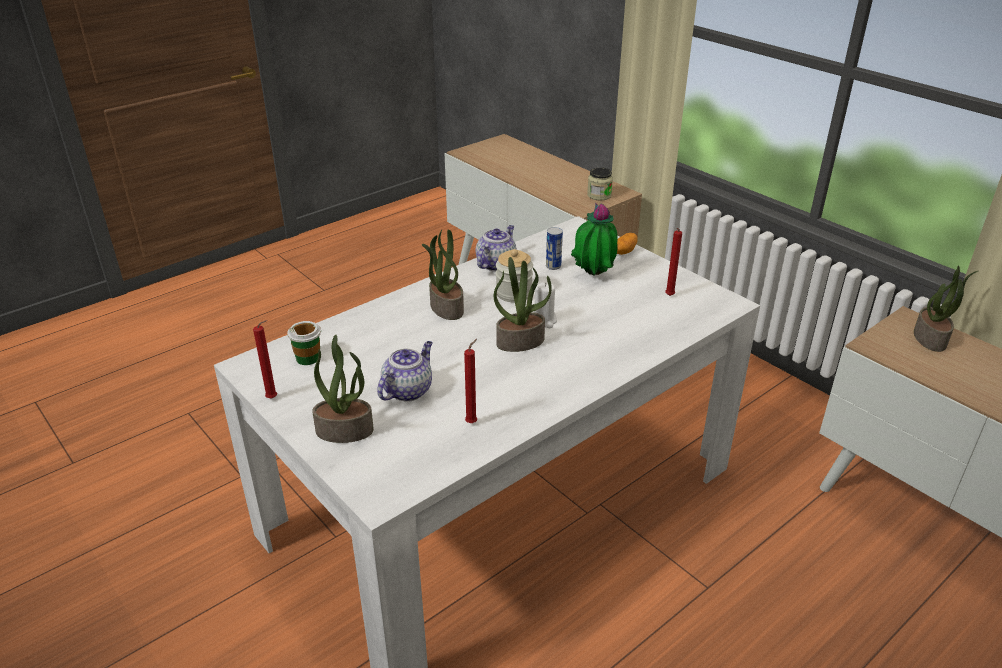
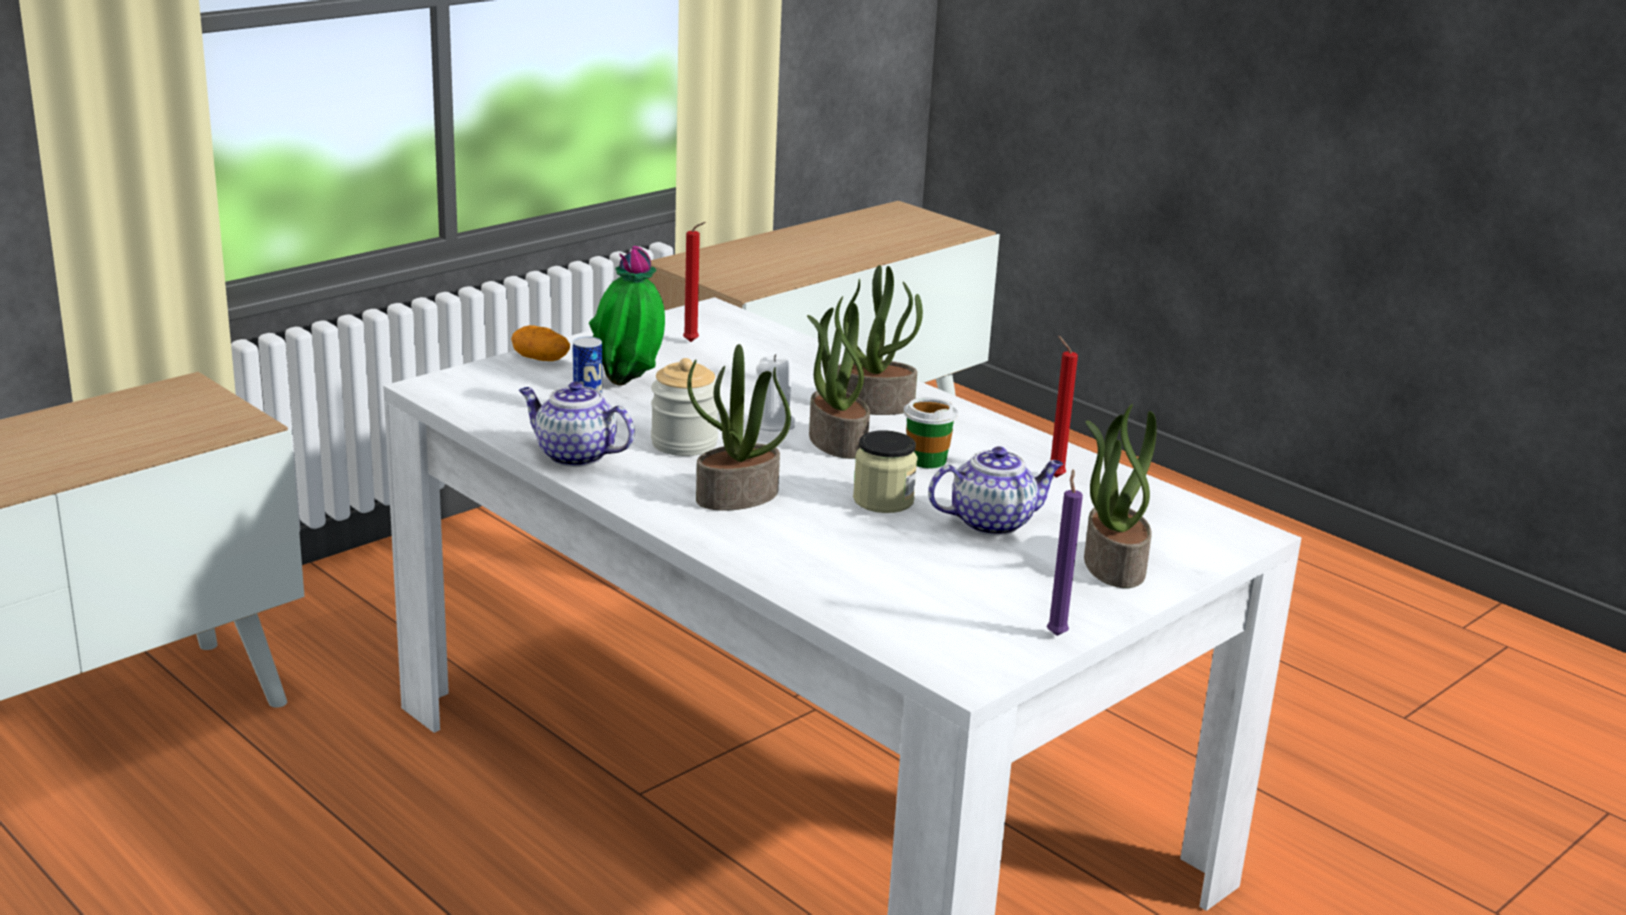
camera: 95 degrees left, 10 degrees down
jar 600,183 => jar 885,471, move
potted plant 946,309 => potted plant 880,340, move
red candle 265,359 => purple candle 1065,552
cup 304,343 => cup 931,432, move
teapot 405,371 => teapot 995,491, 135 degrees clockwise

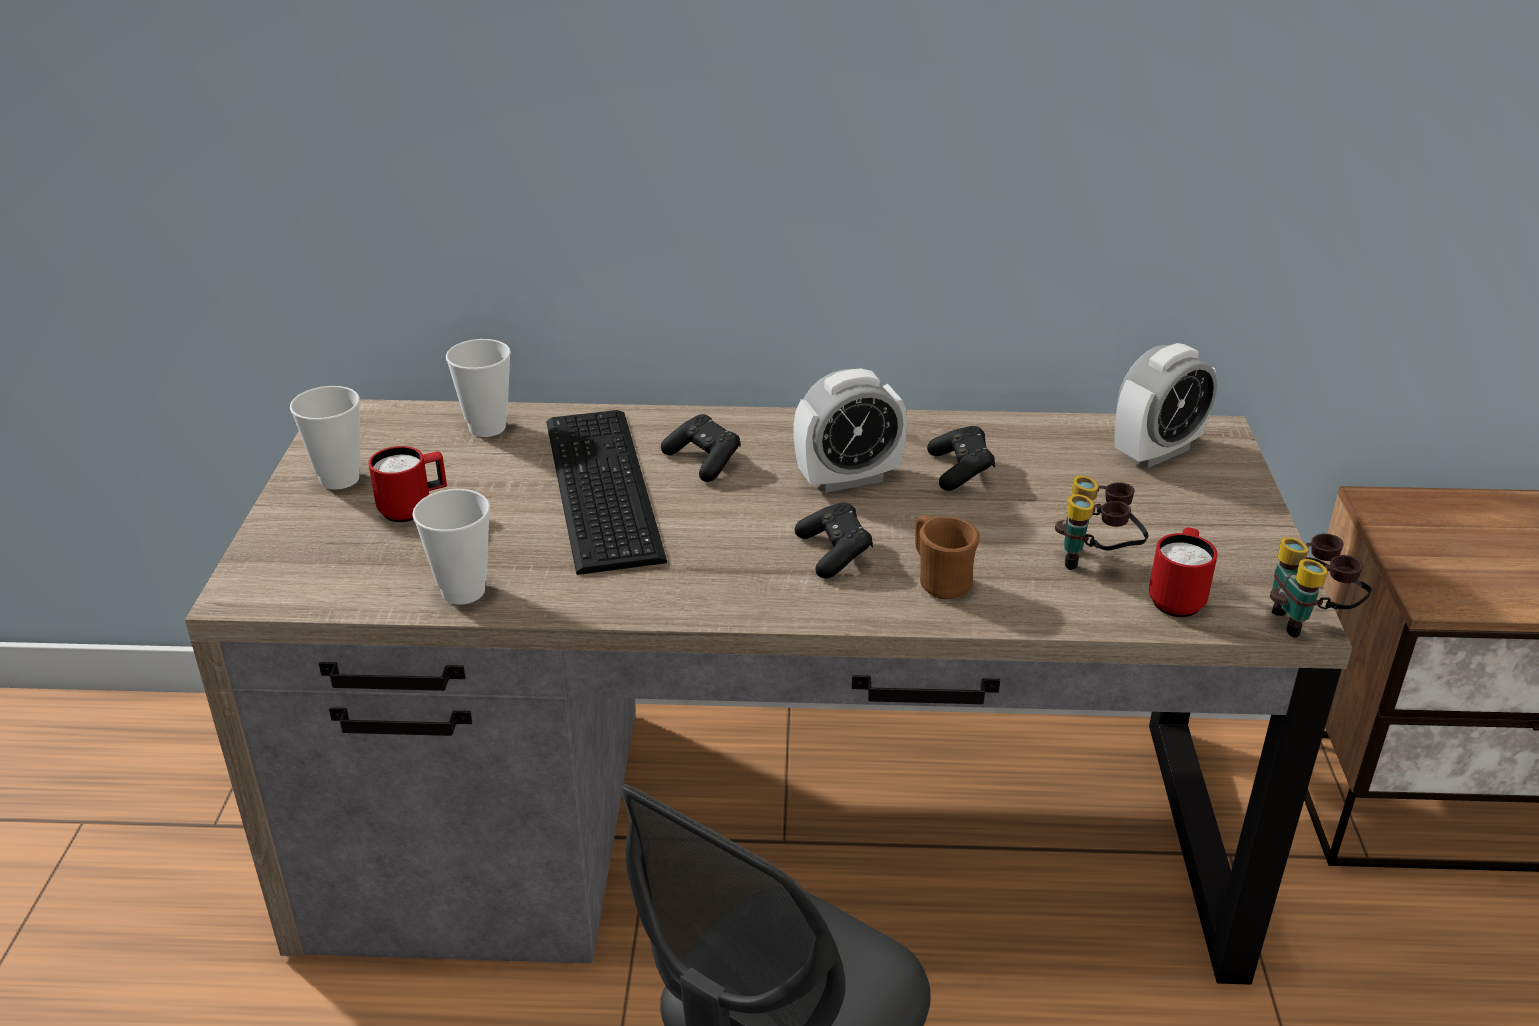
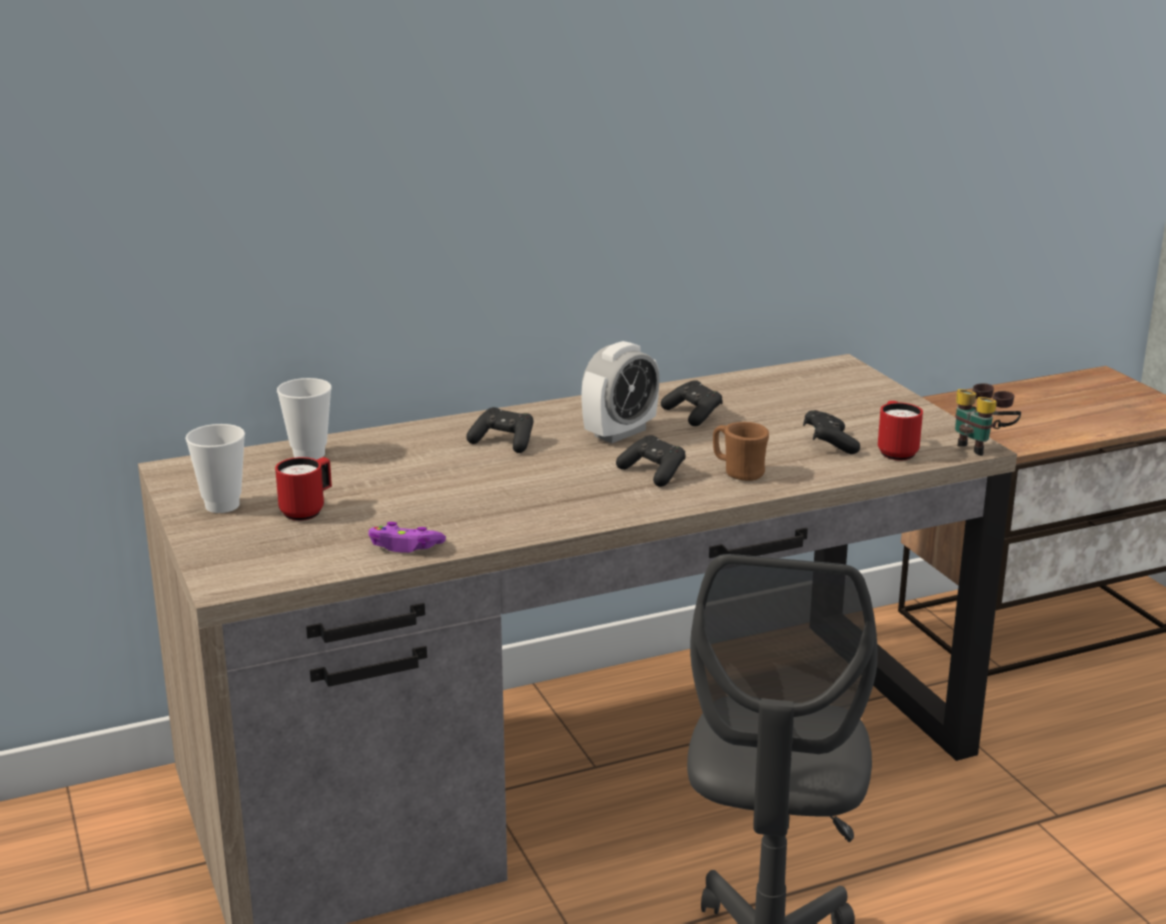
camera: 25 degrees left, 10 degrees down
alarm clock 1165,405 => nothing
keyboard 606,492 => nothing
binoculars 1101,523 => black game controller 831,432
cup 451,547 => purple game controller 407,537

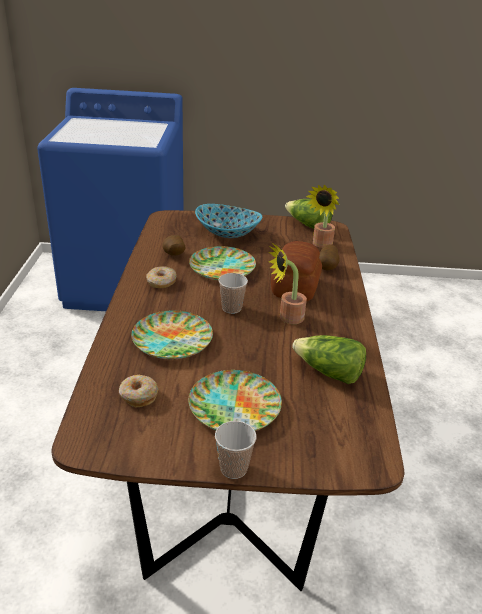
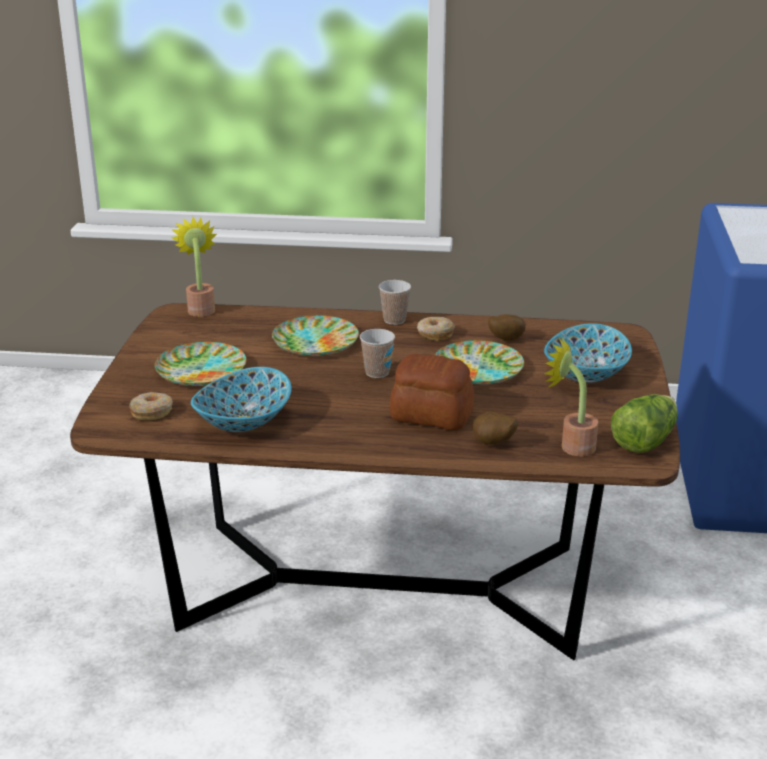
camera: 95 degrees right, 5 degrees down
potted plant 287,283 => potted plant 194,267, move
lettuce 329,359 => bowl 241,399
donut 139,391 => donut 151,406, move
cup 236,450 => cup 395,302, move

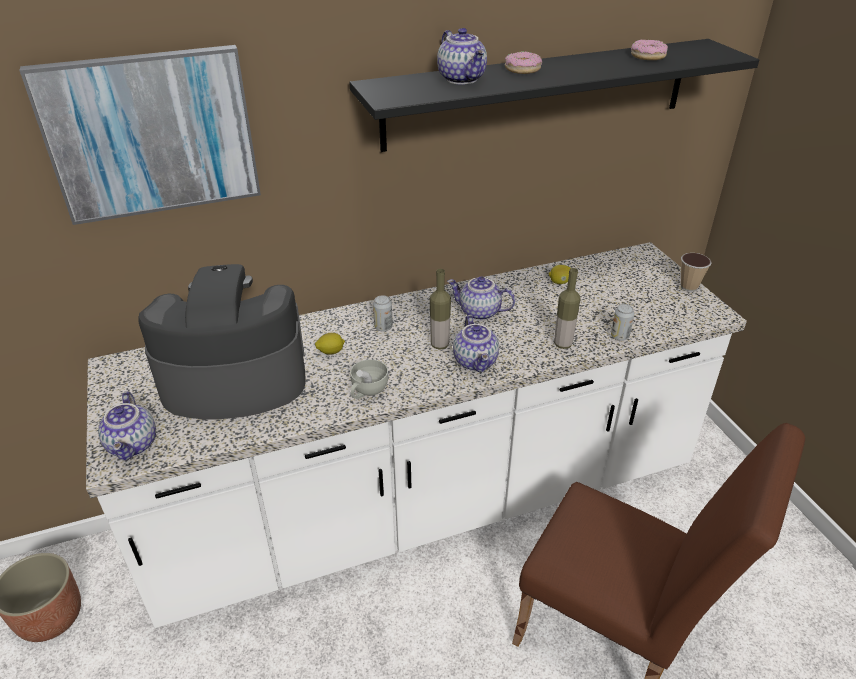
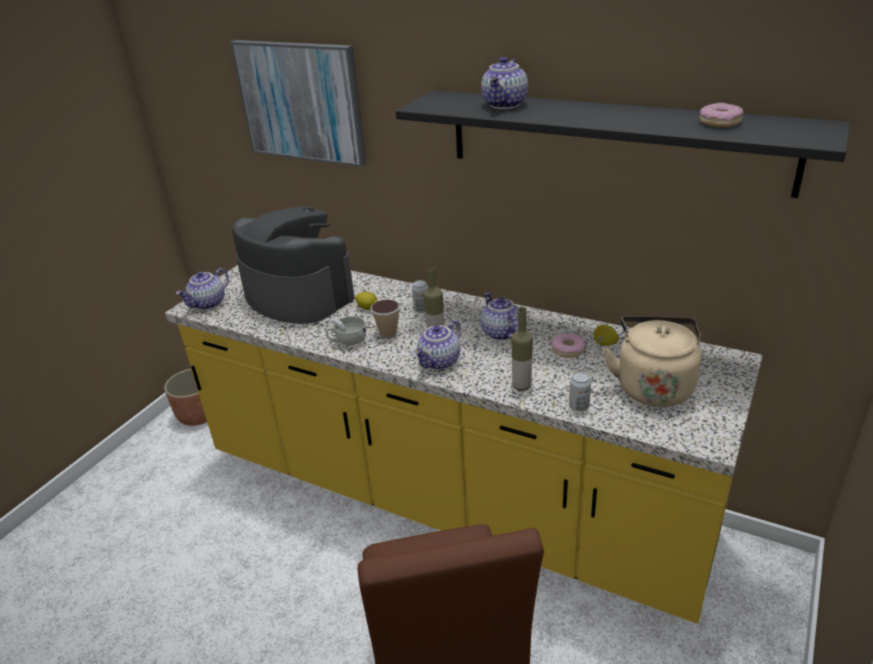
camera: 50 degrees right, 5 degrees down
donut 523,62 => donut 569,345, move
white counter 416,435 => yellow counter 464,444
cup 696,272 => cup 385,318, move
nothing => beige kettle 652,361

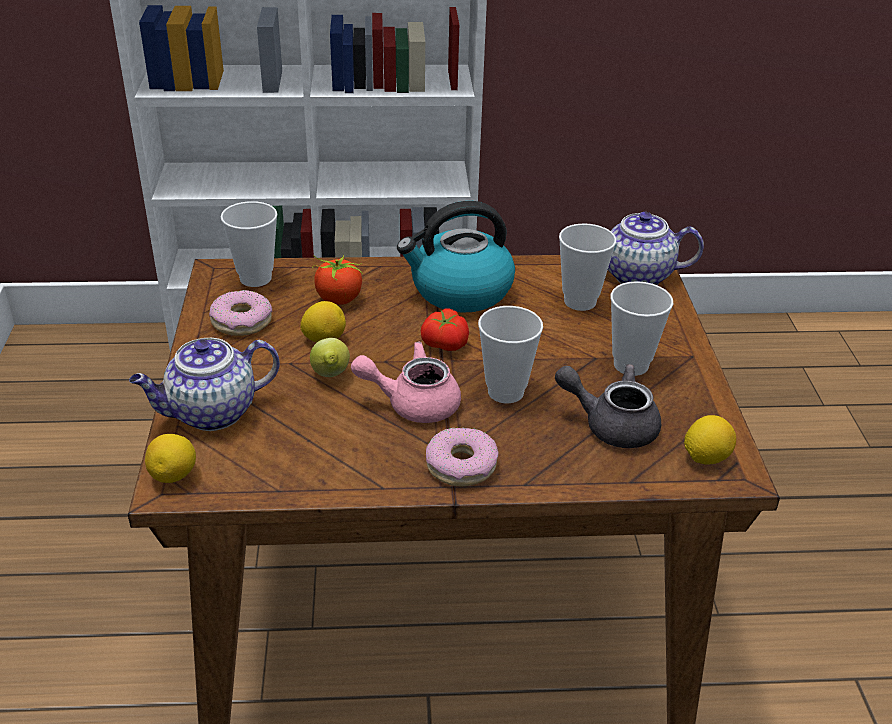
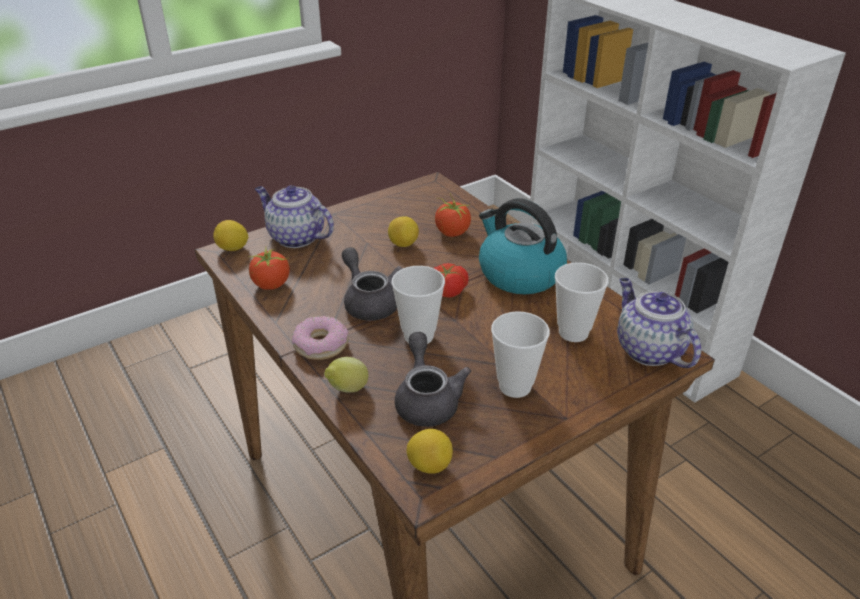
camera: 60 degrees right, 0 degrees up
cup 249,244 => nothing
donut 240,313 => nothing
lemon 330,357 => lemon 346,375, move
pink teapot 406,382 => grey teapot 372,284
nothing => tomato 269,269

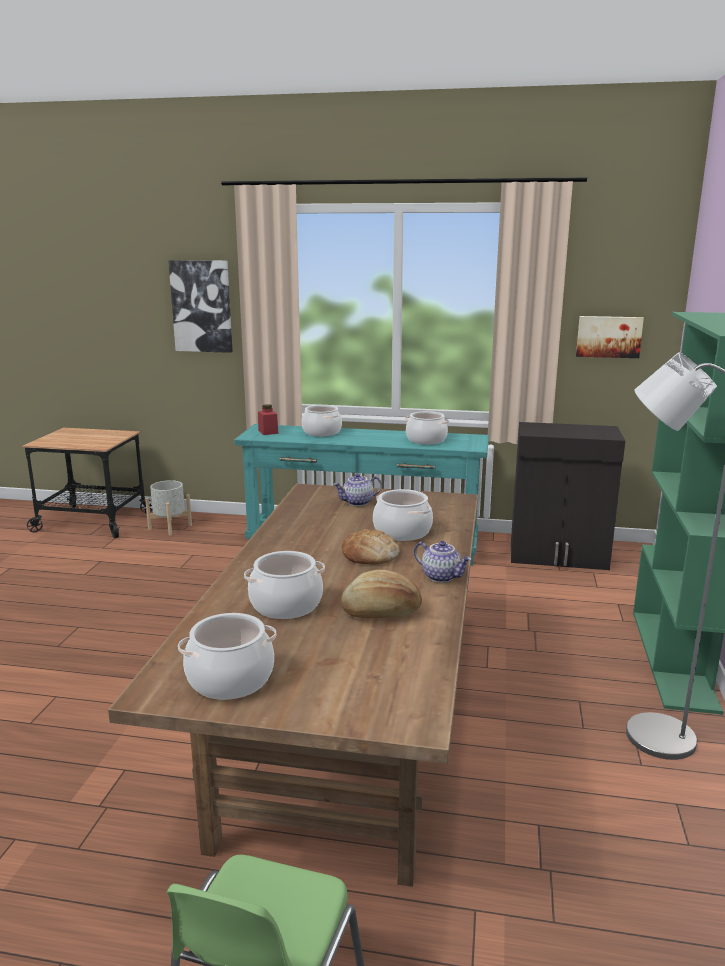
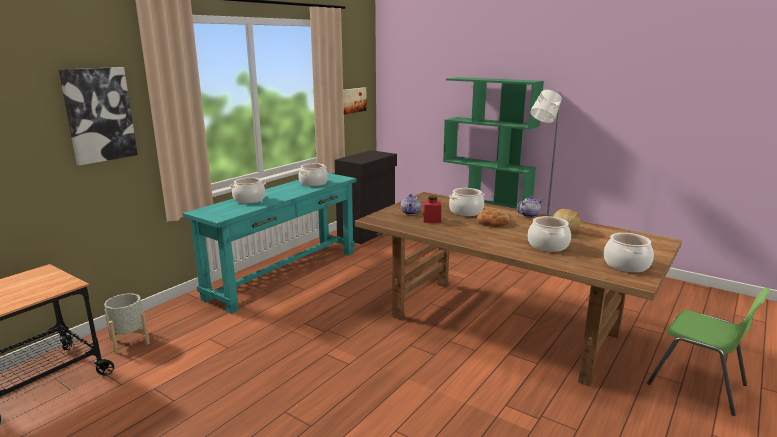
camera: 65 degrees left, 0 degrees up
red jar 268,419 => red jar 432,209, move

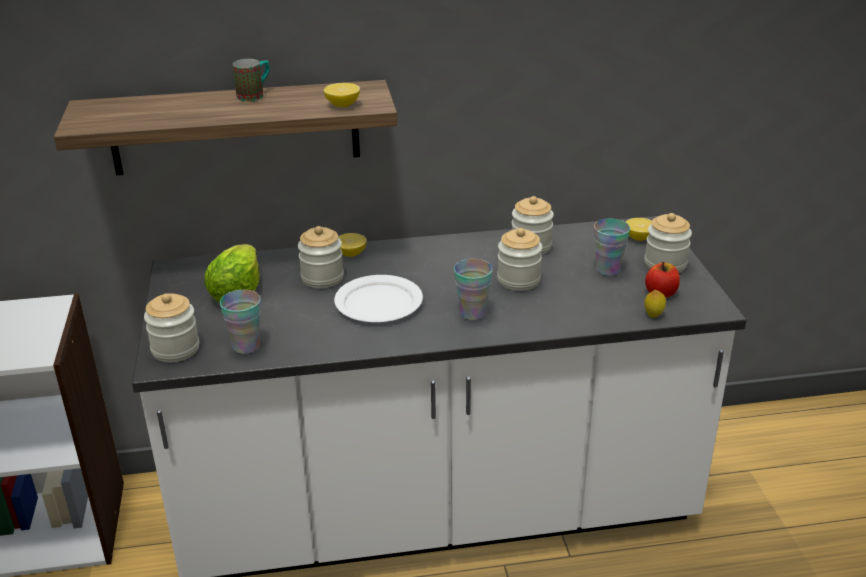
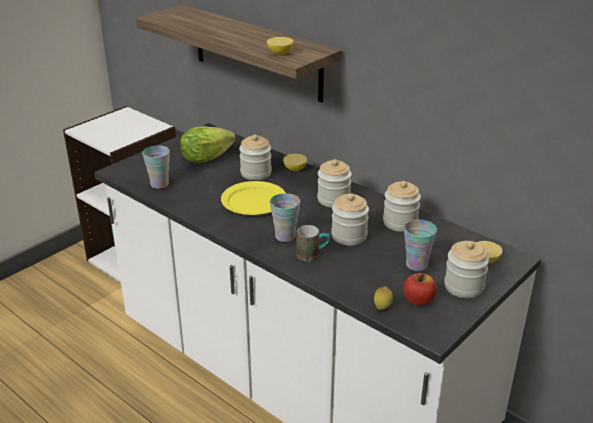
camera: 50 degrees right, 0 degrees up
mug 251,80 => mug 313,243, move
white plate 378,298 => yellow plate 253,198
jar 171,327 => jar 334,183, move

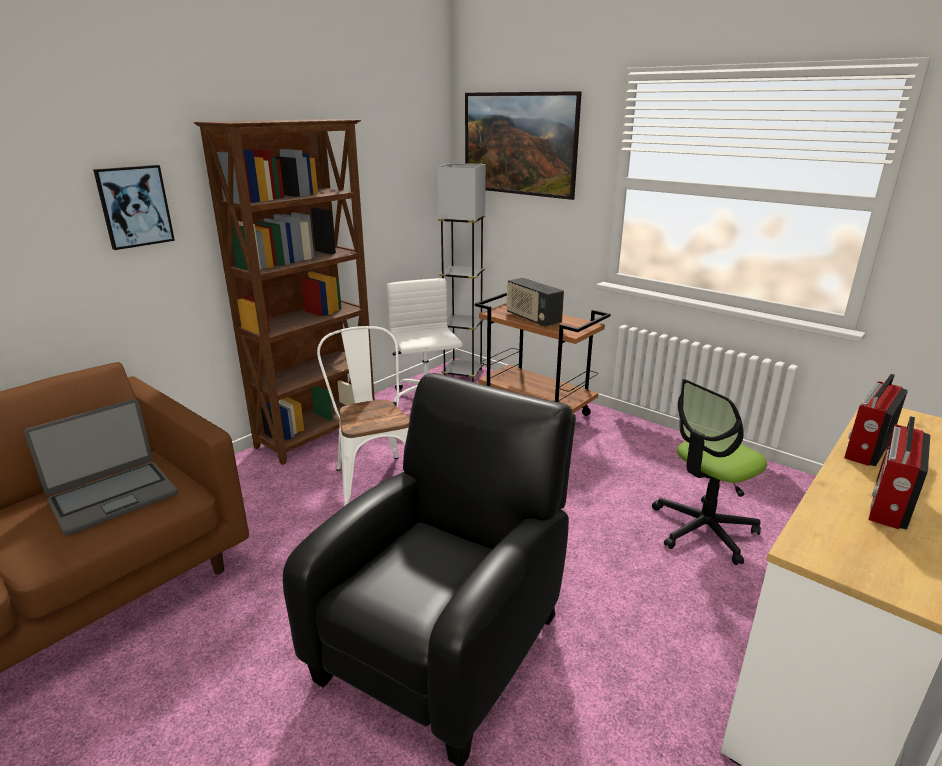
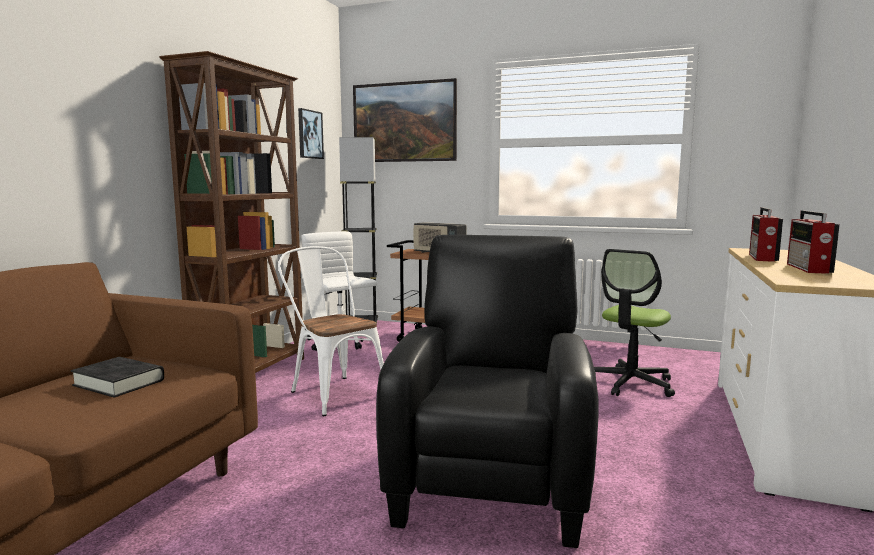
camera: 20 degrees left, 15 degrees down
picture 134,207 => picture 311,133, move
laptop 100,467 => black book 117,377

